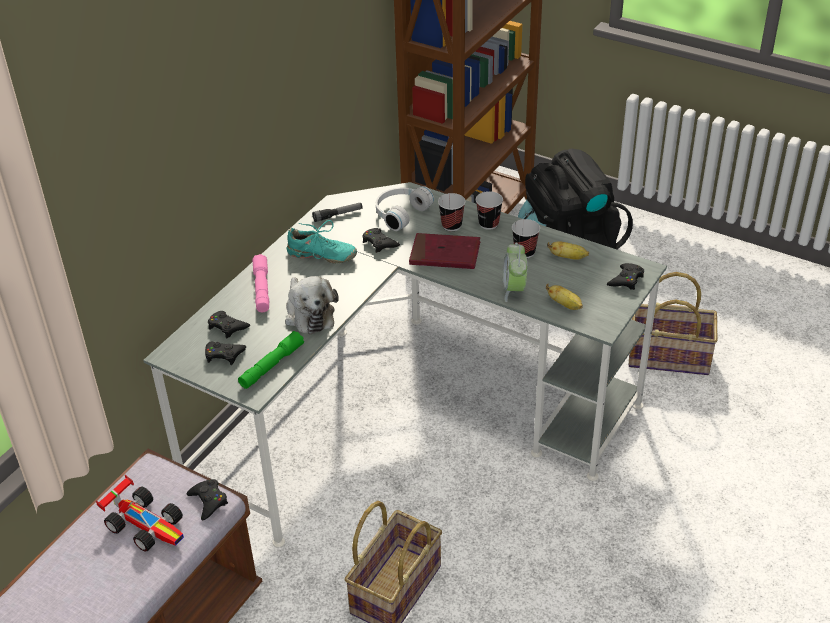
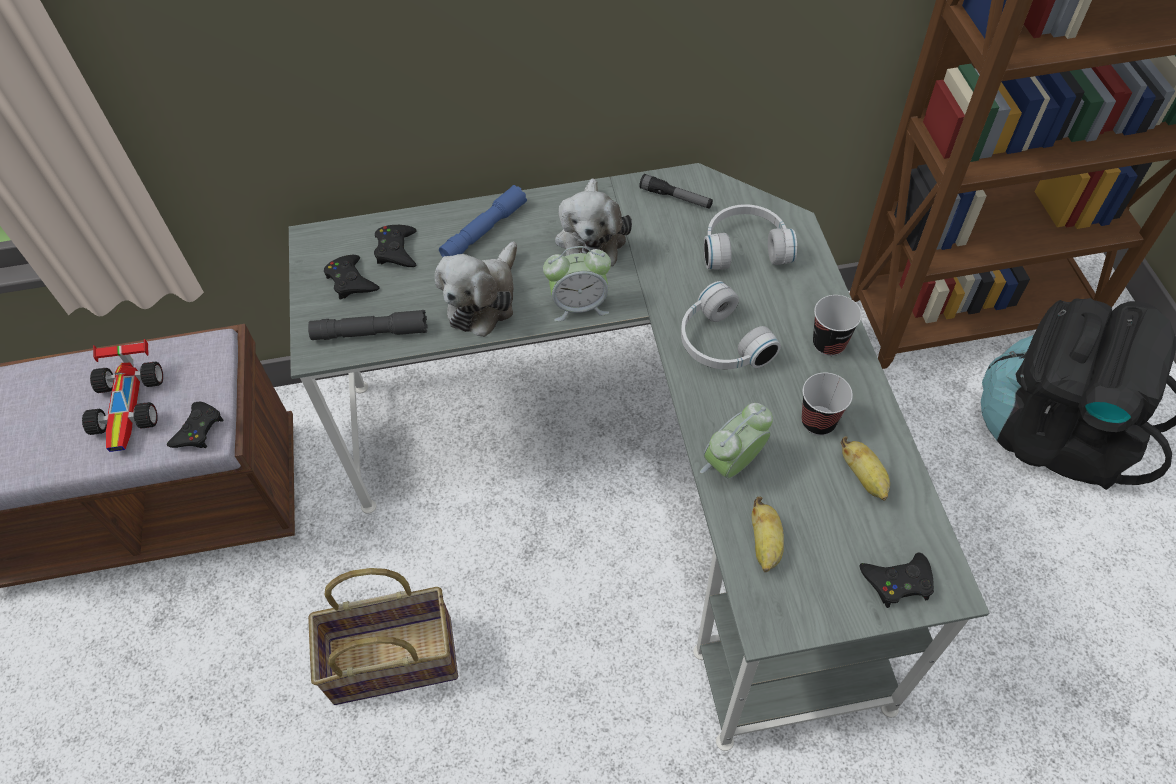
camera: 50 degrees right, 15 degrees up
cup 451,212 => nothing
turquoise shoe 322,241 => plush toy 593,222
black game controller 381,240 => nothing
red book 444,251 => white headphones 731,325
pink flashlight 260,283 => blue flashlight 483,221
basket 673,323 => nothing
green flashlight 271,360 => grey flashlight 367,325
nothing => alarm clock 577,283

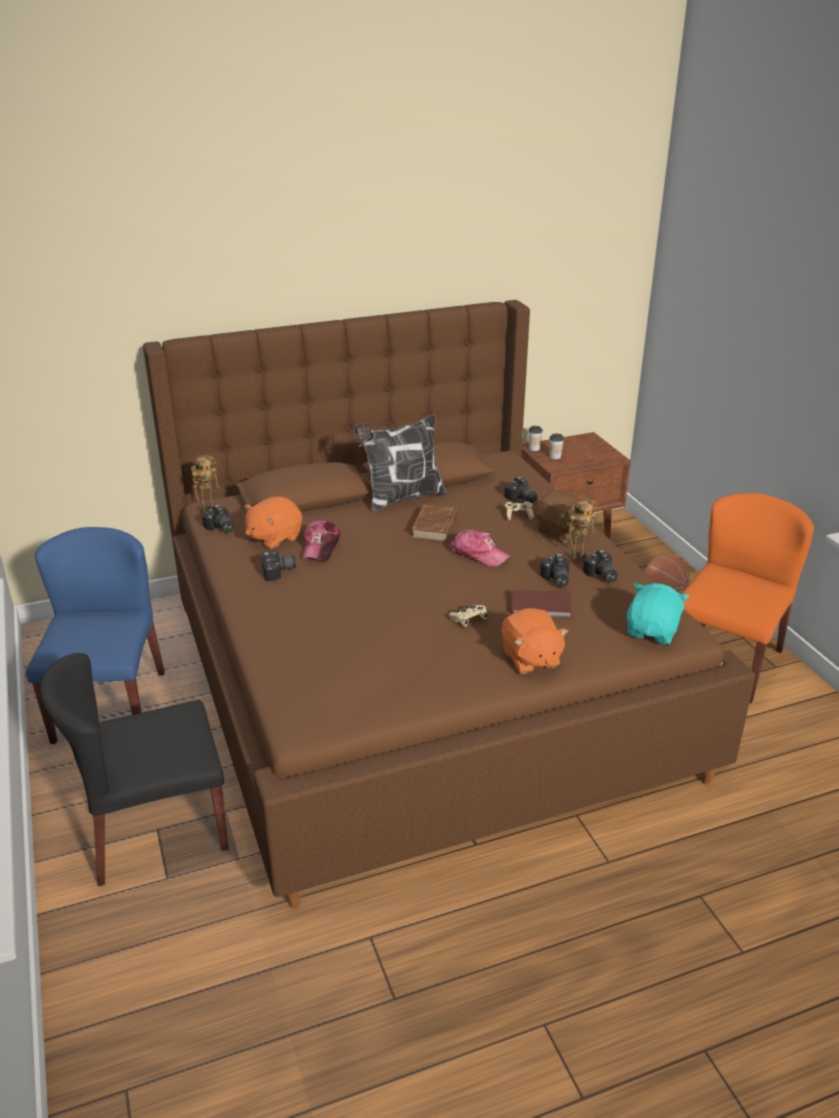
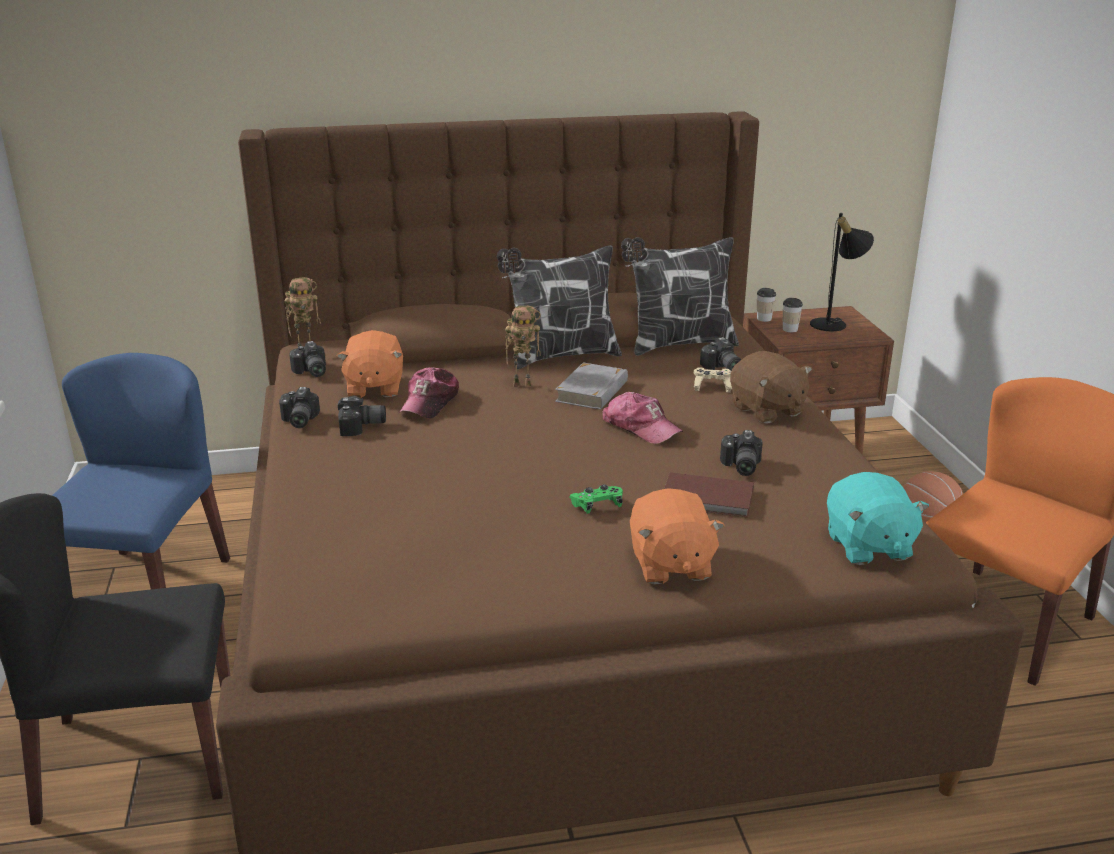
camera: 10 degrees right, 5 degrees down
orange plush toy 273,522 => orange plush toy 370,364, 60 degrees counterclockwise
toy robot 582,529 => toy robot 523,346, move
brown book 434,523 => grey book 591,386
photo camera 600,566 => photo camera 299,407, move
turquoise plush toy 658,614 => turquoise plush toy 878,518, 135 degrees clockwise
beige game controller 468,616 => green game controller 596,499
nothing => black table lamp 842,272
nothing => pillow 680,296

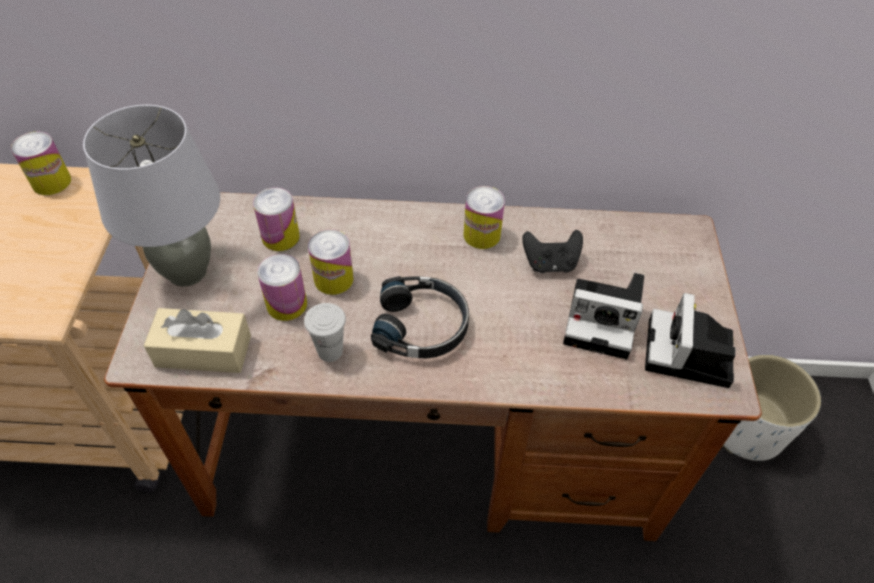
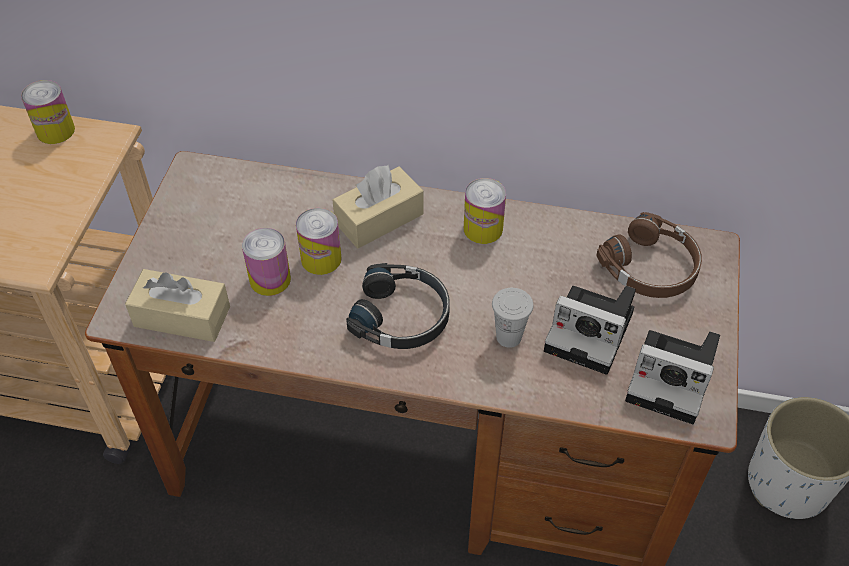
camera: 10 degrees right, 0 degrees up
grey table lamp 151,196 => nothing
can 276,219 => nothing
black game controller 552,251 => nothing
photo camera 690,340 => photo camera 672,377, 90 degrees counterclockwise
white cup 325,332 => white cup 512,318, move
nothing => beige tissue box 378,206
nothing => brown headphones 649,255

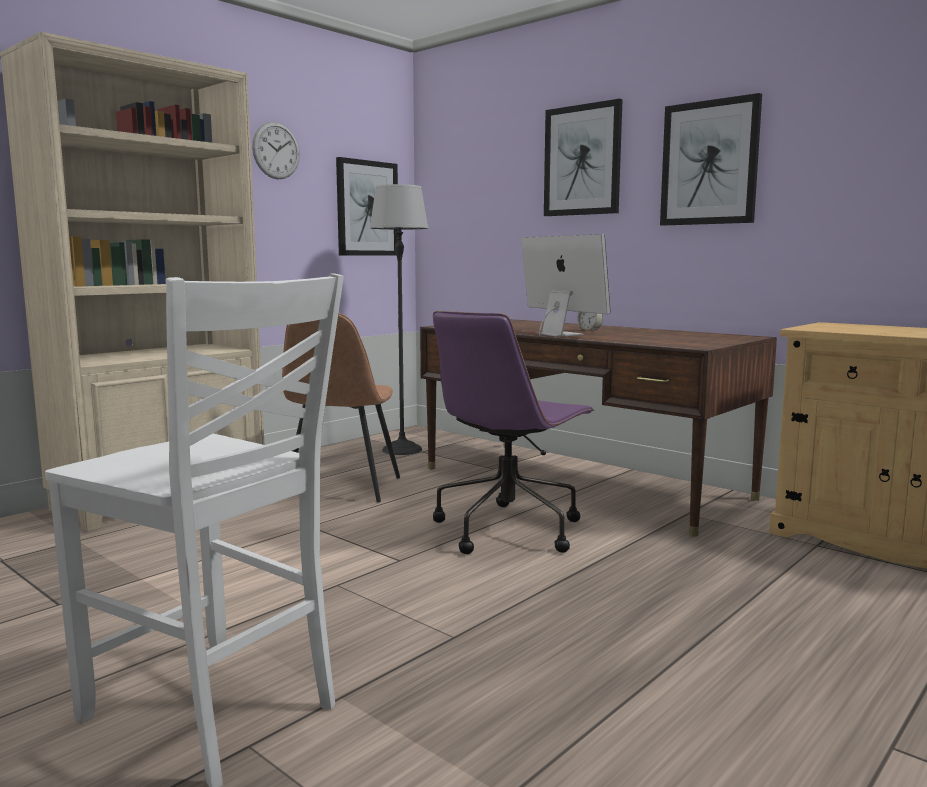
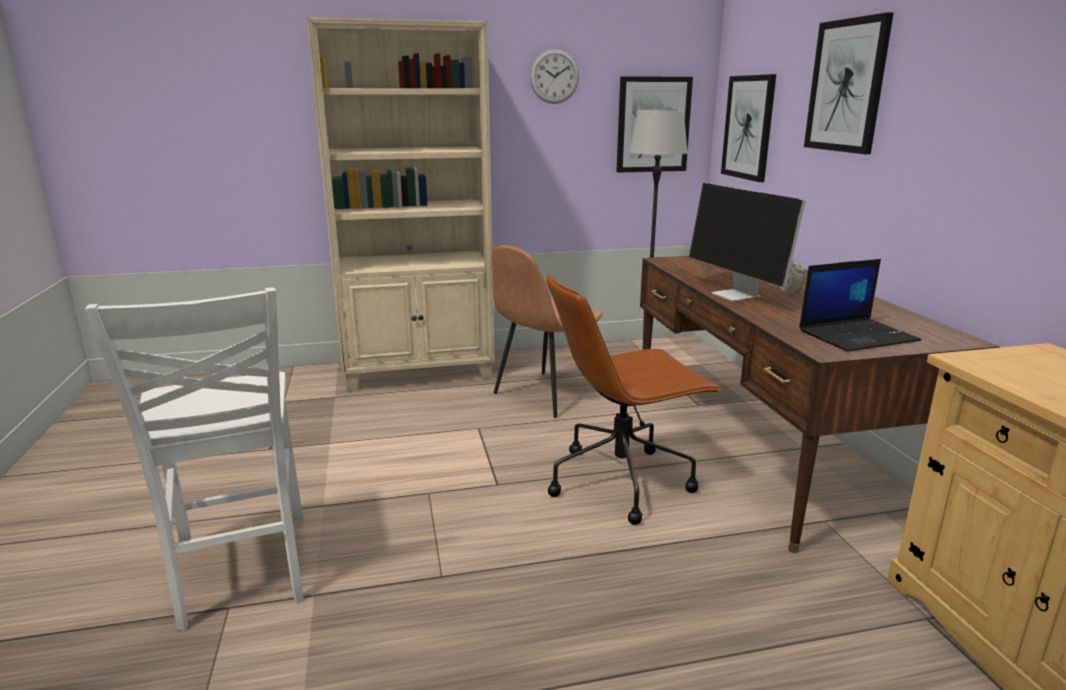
camera: 35 degrees right, 10 degrees up
picture 711,159 => picture 748,128, move
monitor 566,285 => monitor 747,242, 150 degrees clockwise
purple office chair 513,432 => brown office chair 634,399
nothing => laptop 860,305

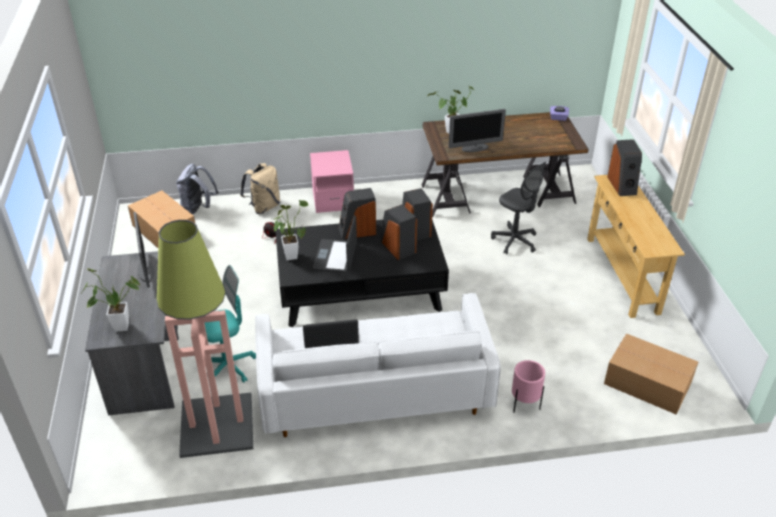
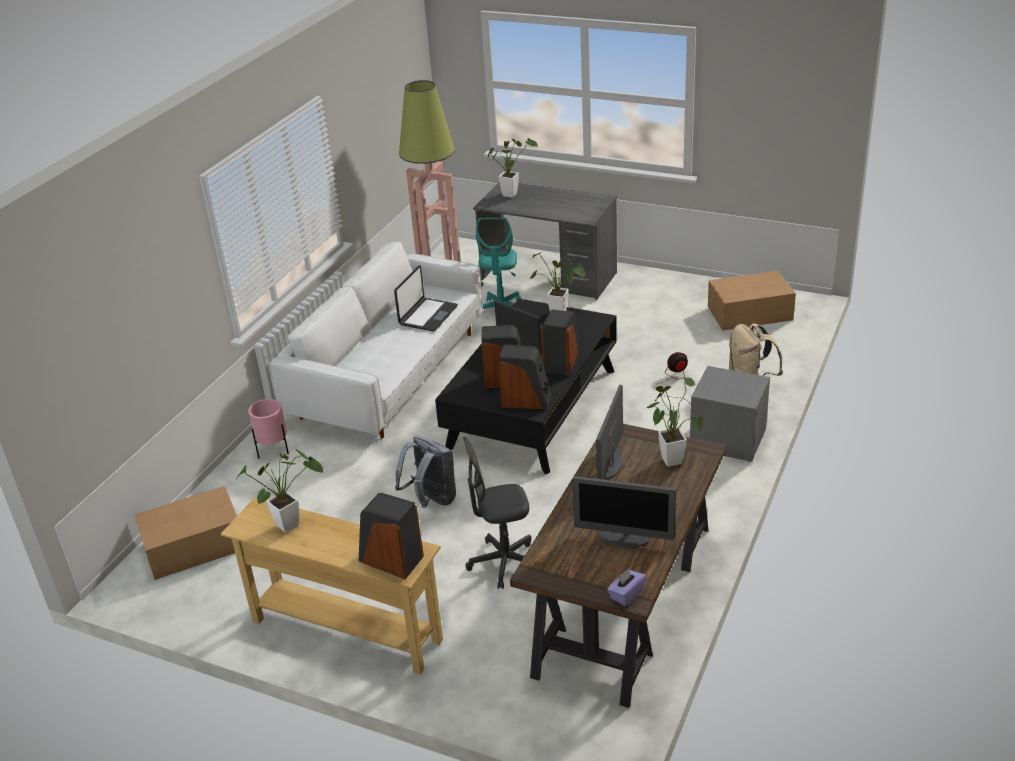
camera: 125 degrees right, 5 degrees down
pink nightstand 332,181 => grey nightstand 730,414
grey backpack 197,189 => grey backpack 425,471, move
monitor 143,250 => monitor 624,511, move
nothing => potted plant 279,491

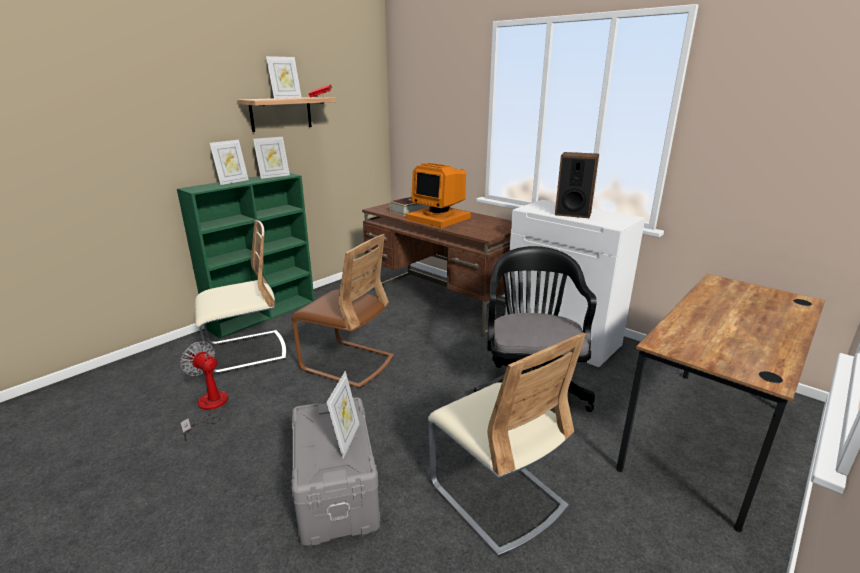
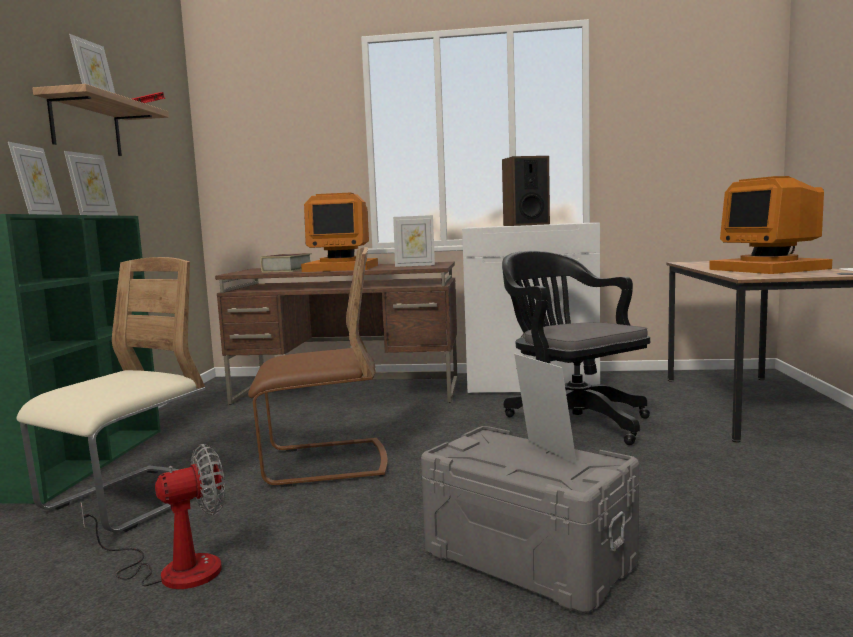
camera: 35 degrees left, 15 degrees down
beige chair 507,444 => nothing
fan 204,391 => fan 153,516, 150 degrees clockwise
nothing => monitor 770,225
nothing => picture frame 414,241

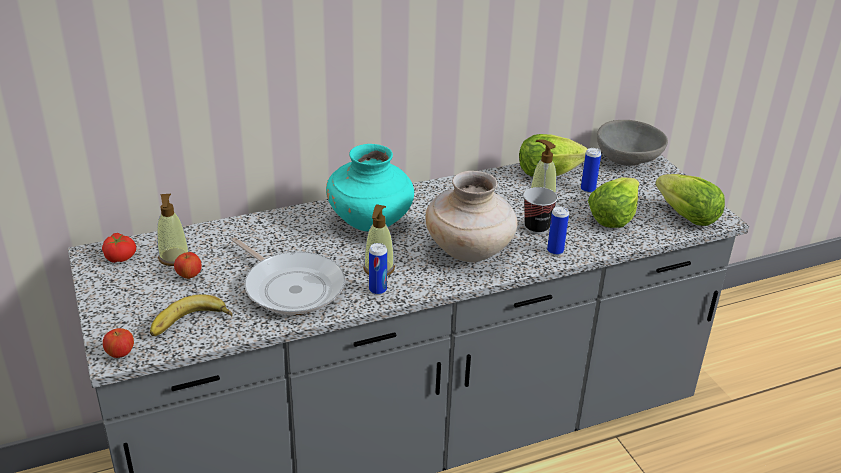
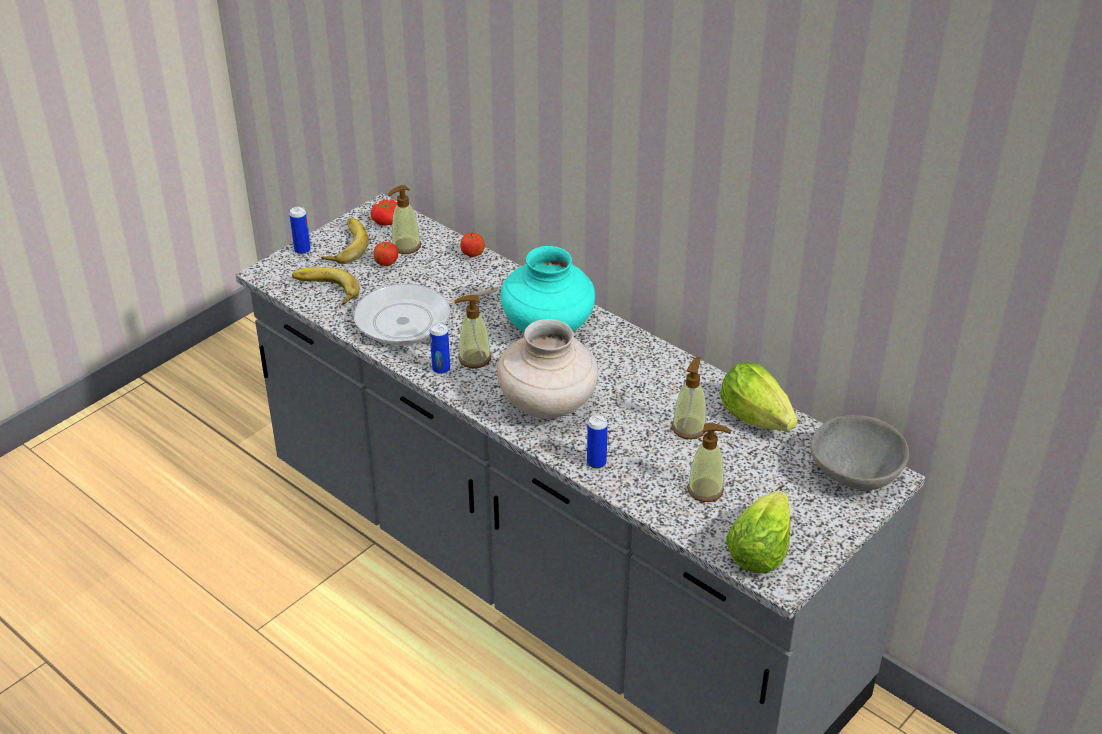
camera: 65 degrees right, 5 degrees up
can 591,170 => can 300,231, move
lettuce 613,202 => soap dispenser 709,462
cup 540,210 => nothing
frying pan 288,276 => frying pan 425,314, 45 degrees clockwise
apple 118,343 => apple 472,245, move
nothing => banana 345,240

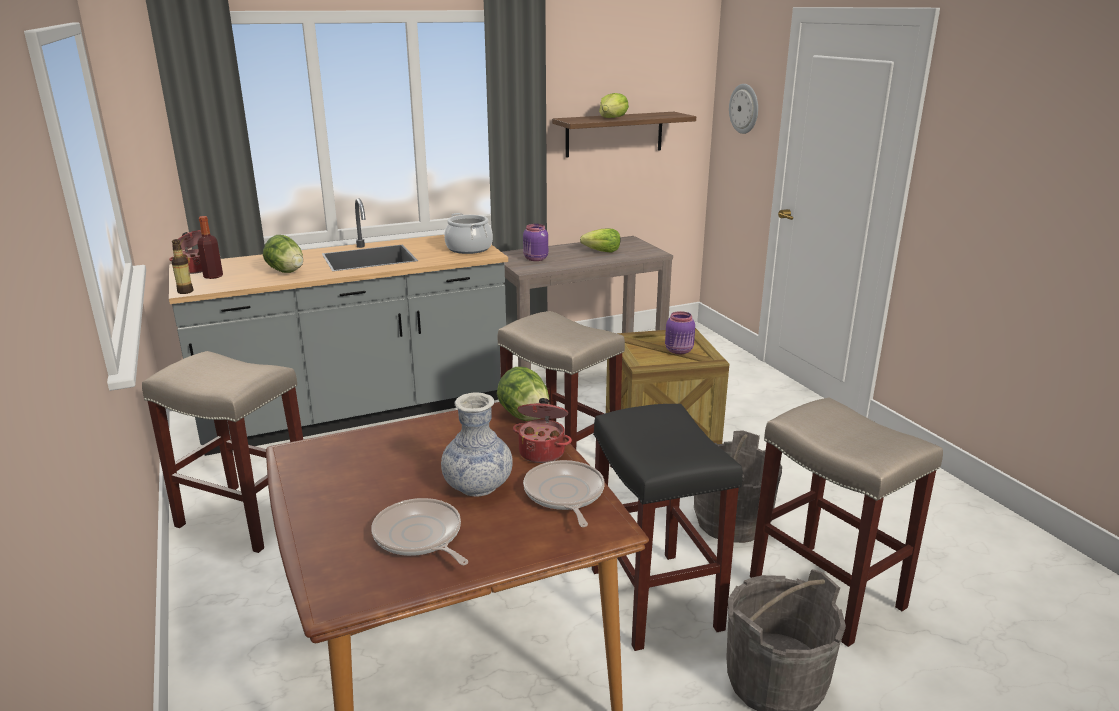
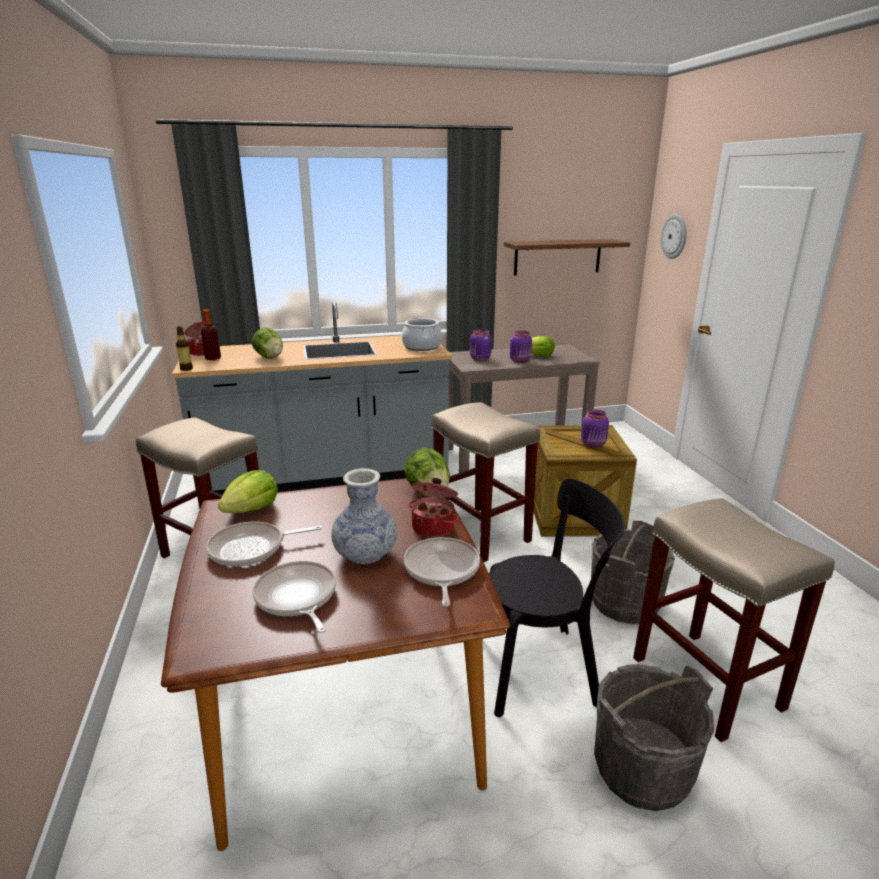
camera: 10 degrees right, 0 degrees up
lettuce 614,105 => lettuce 248,491, move
black stool 667,527 => black chair 556,597
nothing => purple jar 521,347
nothing => frying pan 264,544

